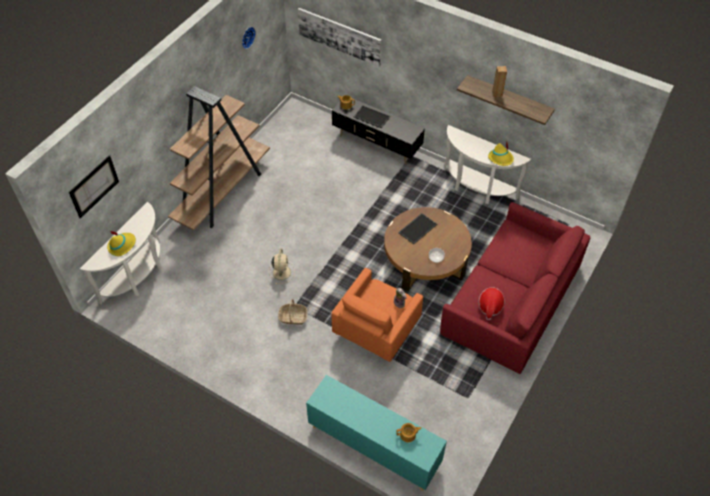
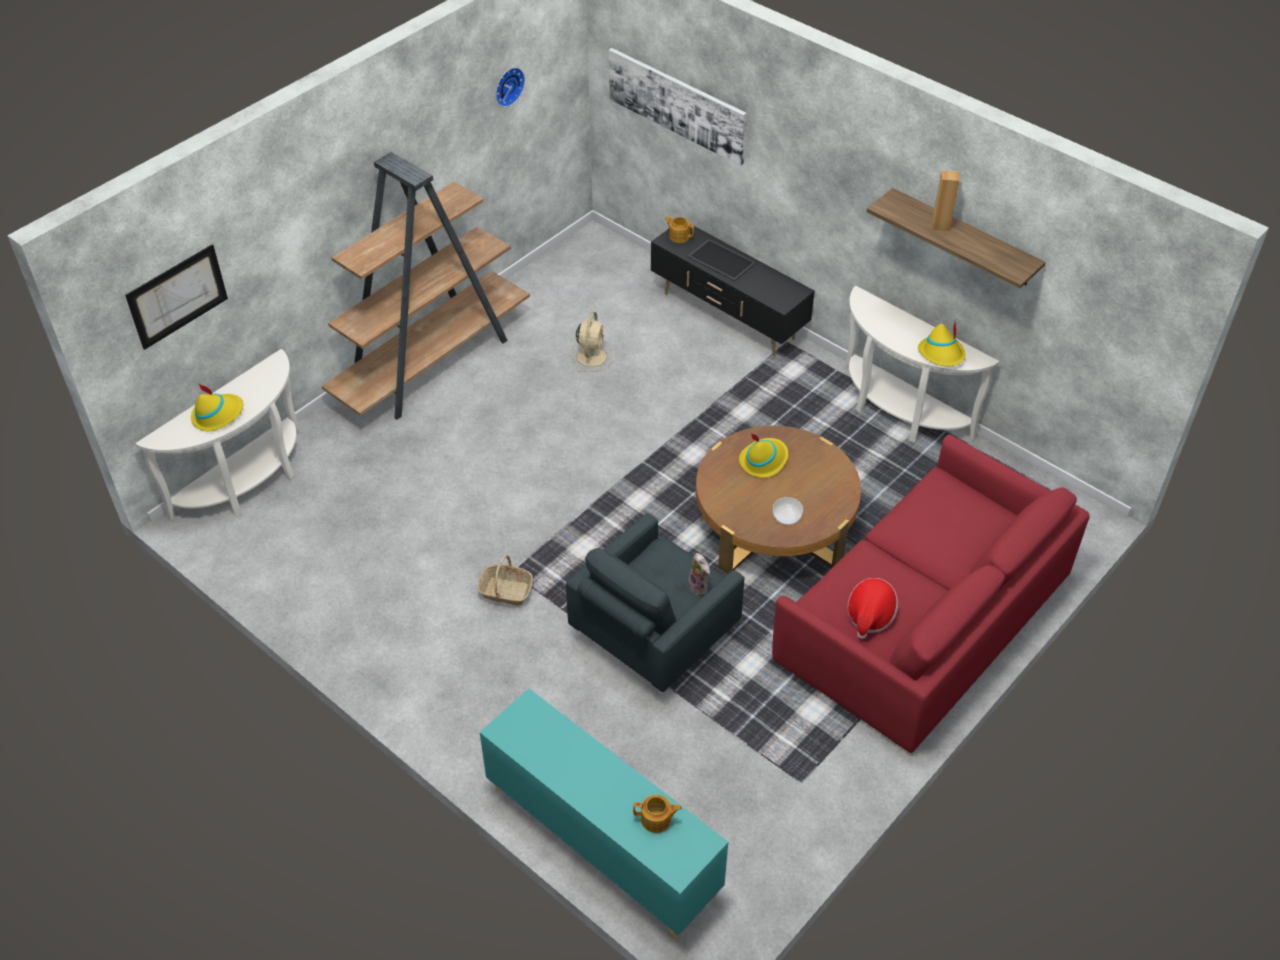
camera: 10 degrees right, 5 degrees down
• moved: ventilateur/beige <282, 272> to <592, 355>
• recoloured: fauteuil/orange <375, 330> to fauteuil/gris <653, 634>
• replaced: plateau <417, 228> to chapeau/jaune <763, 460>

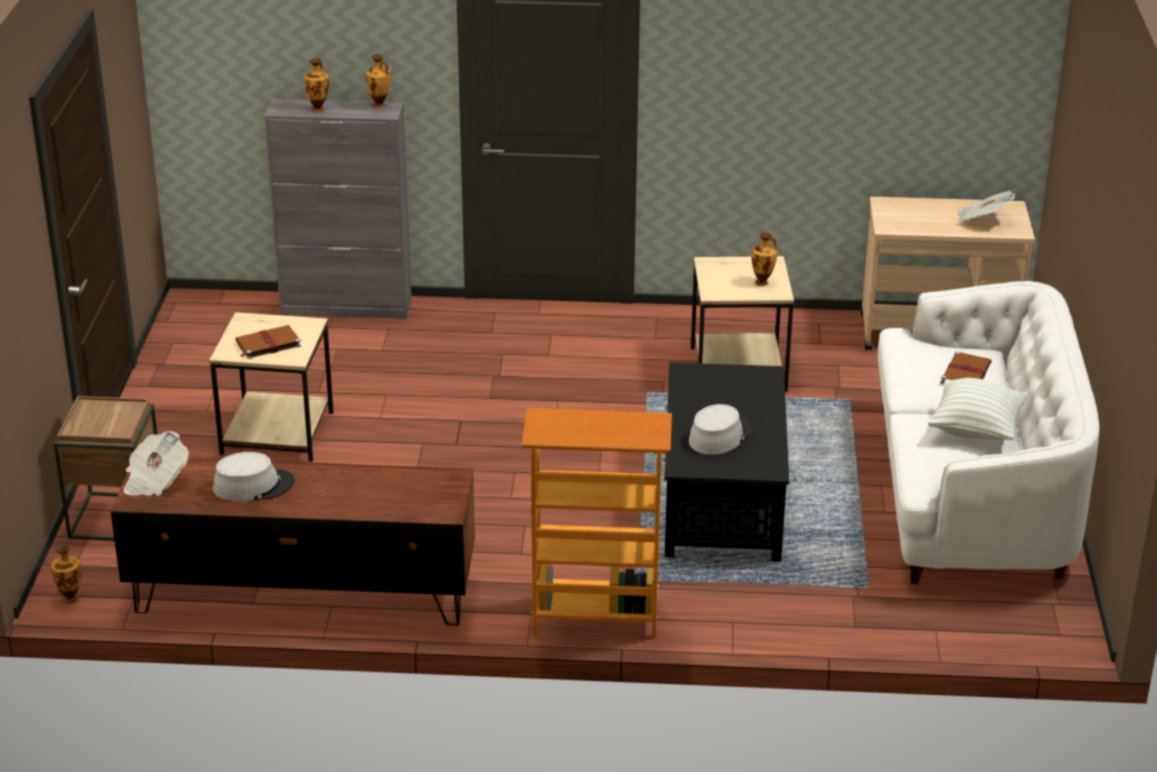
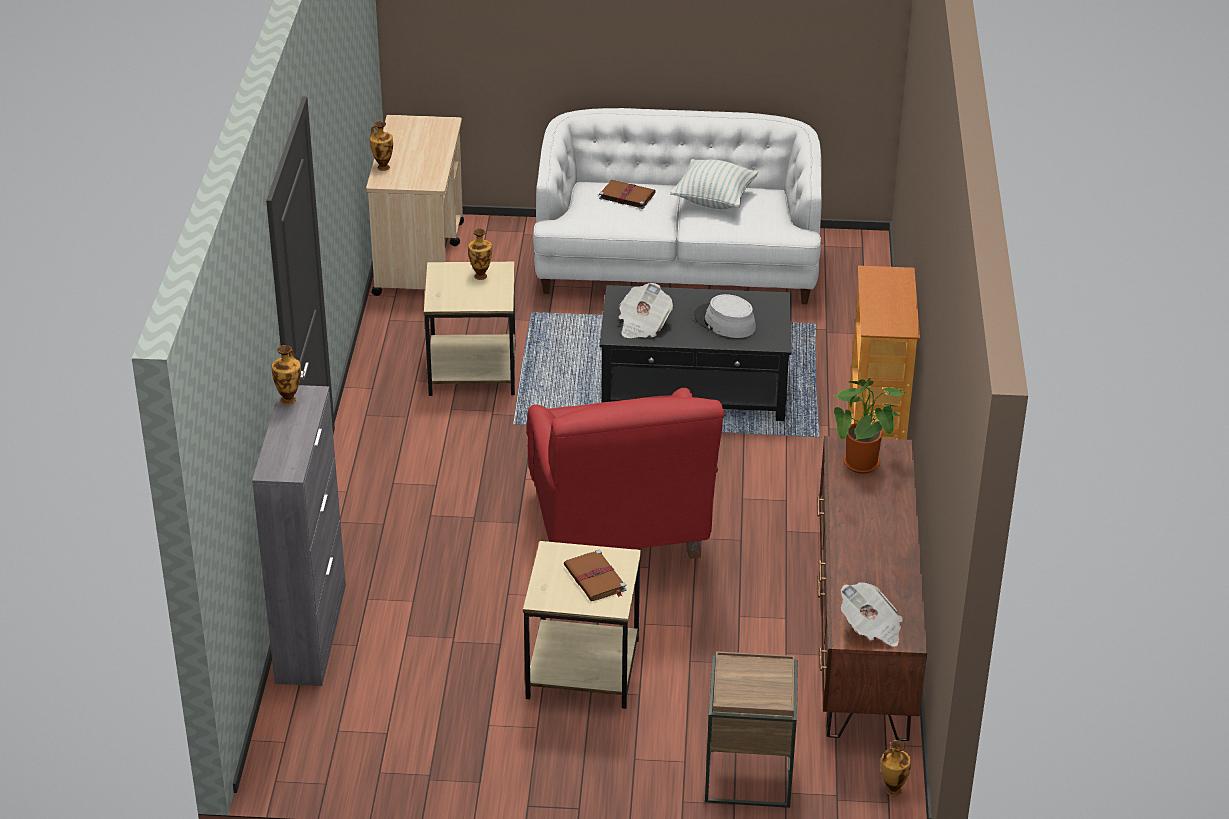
camera: 90 degrees left, 5 degrees up
• removed: chapeau/gris <253, 485>
• moved: vase <318, 109> to <382, 167>
• moved: journal <982, 219> to <643, 325>
• added: fauteuil/rouge <619, 532>
• added: plante en pot <863, 466>

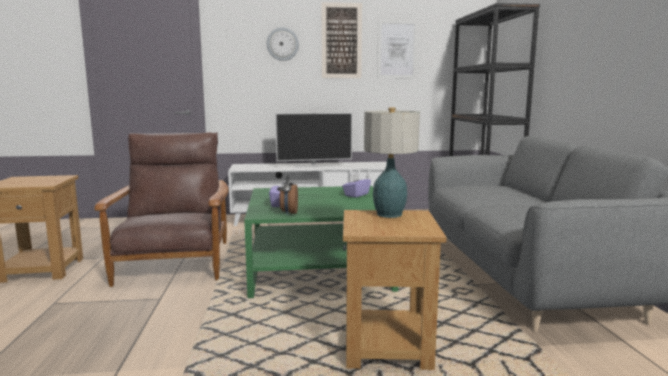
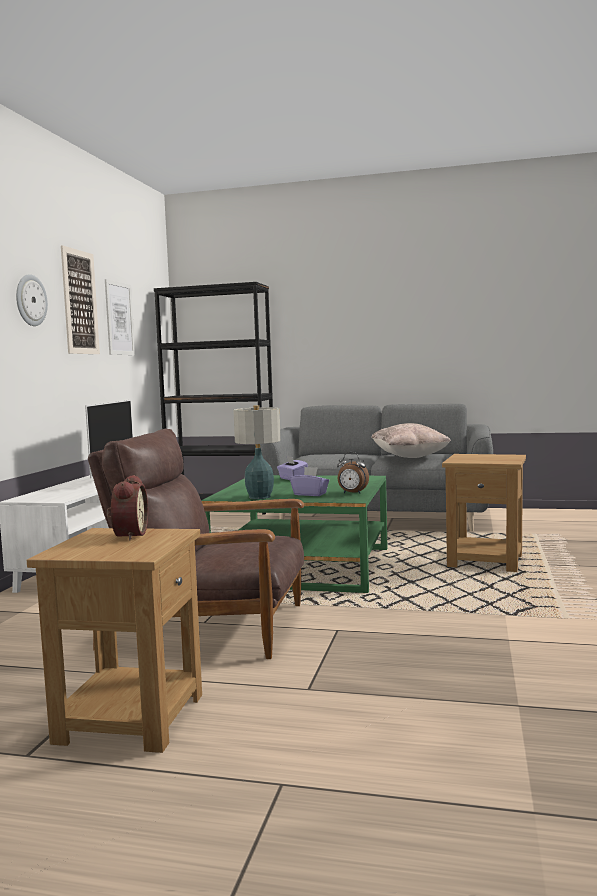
camera: 70 degrees left, 5 degrees down
• moved: lampe de table <389, 214> to <259, 497>
• added: réveil <128, 535>
• added: coussin/beige <409, 457>

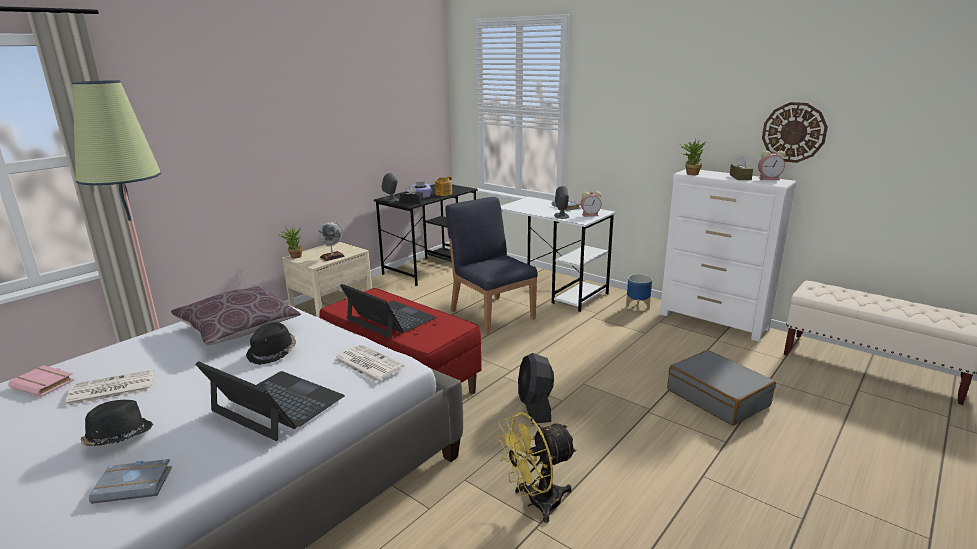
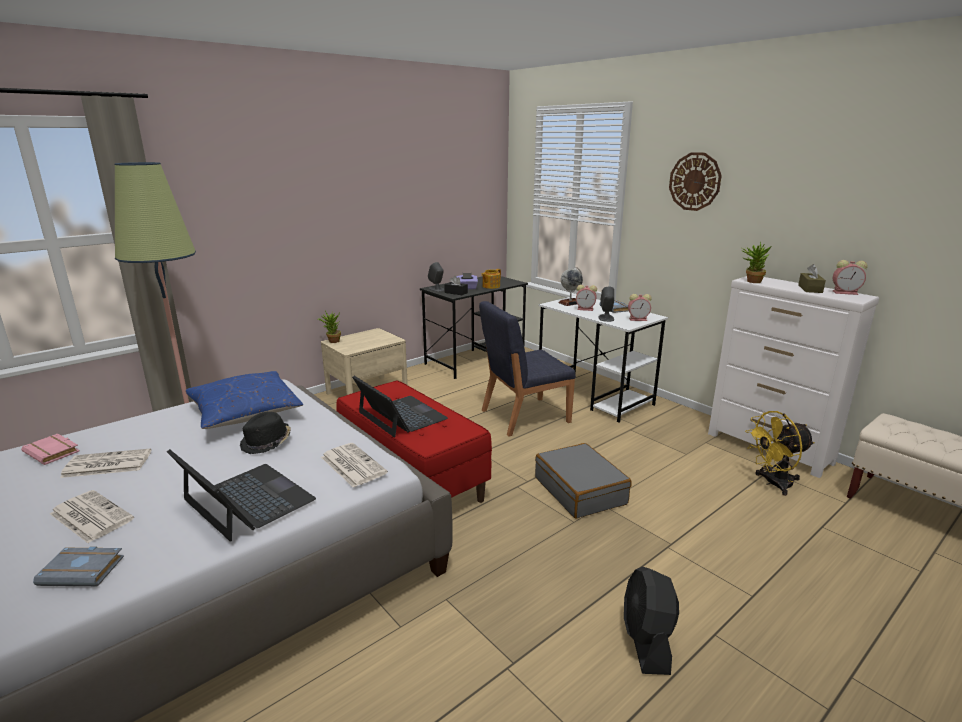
camera: 10 degrees right, 0 degrees up
• replaced: chapeau/noir <118, 437> to journal <90, 516>
• recoloured: coussin/marron <238, 328> to coussin/bleu <245, 413>
• moved: globe <332, 257> to <570, 303>
• turned: chaise/bleu <492, 314> = <524, 416> 90 degrees counterclockwise
• moved: ventilateur/jaune <536, 503> to <773, 483>
• moved: ventilateur/noir <535, 407> to <646, 641>
• removed: cache-pot <637, 307>
• moved: valise/gris <718, 397> to <580, 490>
• moved: horloge murale <794, 132> to <695, 181>
• added: réveil <586, 309>

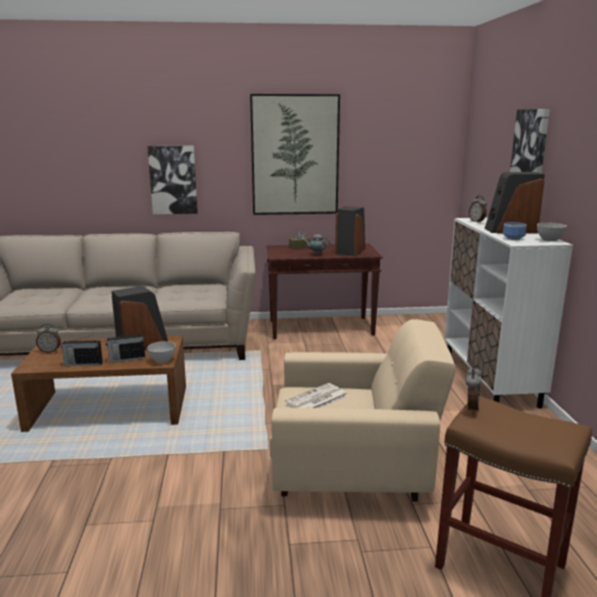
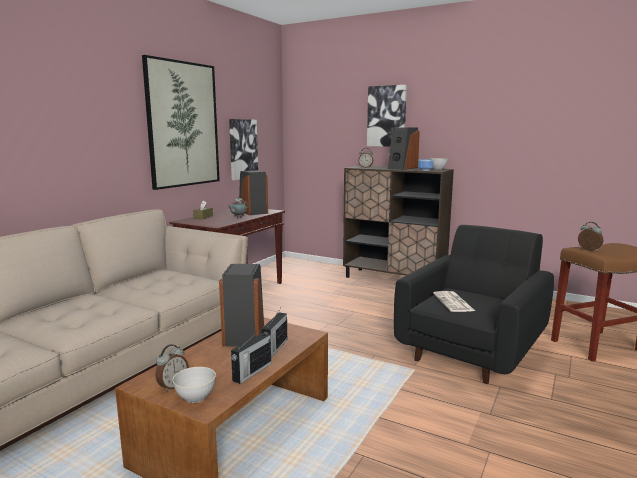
camera: 55 degrees left, 5 degrees down
• moved: tableau <173, 180> to <242, 149>
• moved: bol/gris <162, 360> to <195, 397>
• recoloured: fauteuil/beige <354, 471> to fauteuil/noir <472, 350>
• recoloured: meuble de rangement/blanc <490, 379> to meuble de rangement/marron <394, 279>

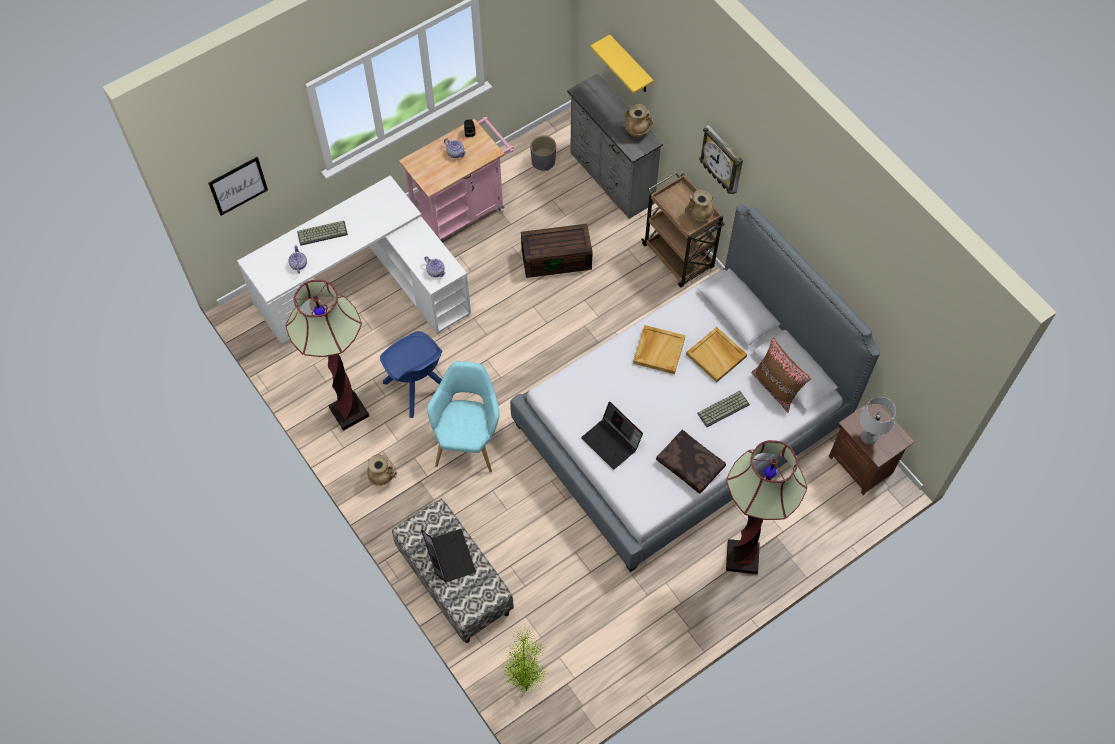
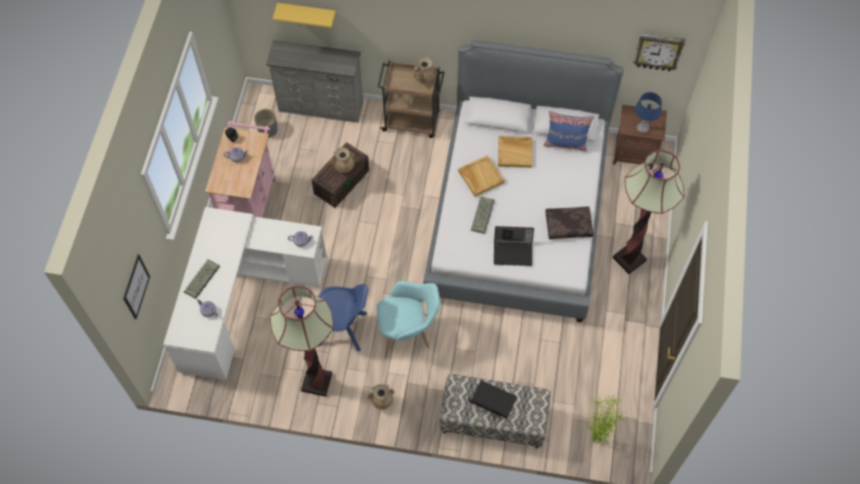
camera: 45 degrees left, 0 degrees up
• turned: fauteuil/turquoise <468, 440> = <408, 333> 120 degrees clockwise
• moved: vase/beige <636, 131> to <344, 168>
• moved: clavier <723, 408> to <482, 214>
• moved: horloge murale <722, 160> to <658, 51>
• recoloured: coussin/marron <776, 388> to coussin/bleu <566, 143>
• recoloured: lampe de table/gris <868, 437> to lampe de table/bleu <642, 128>

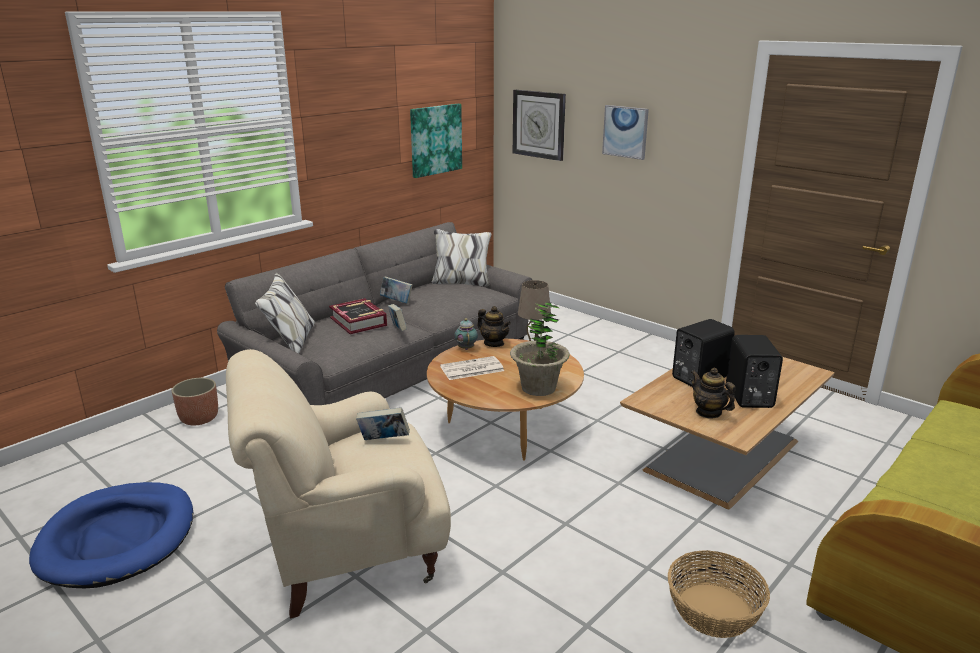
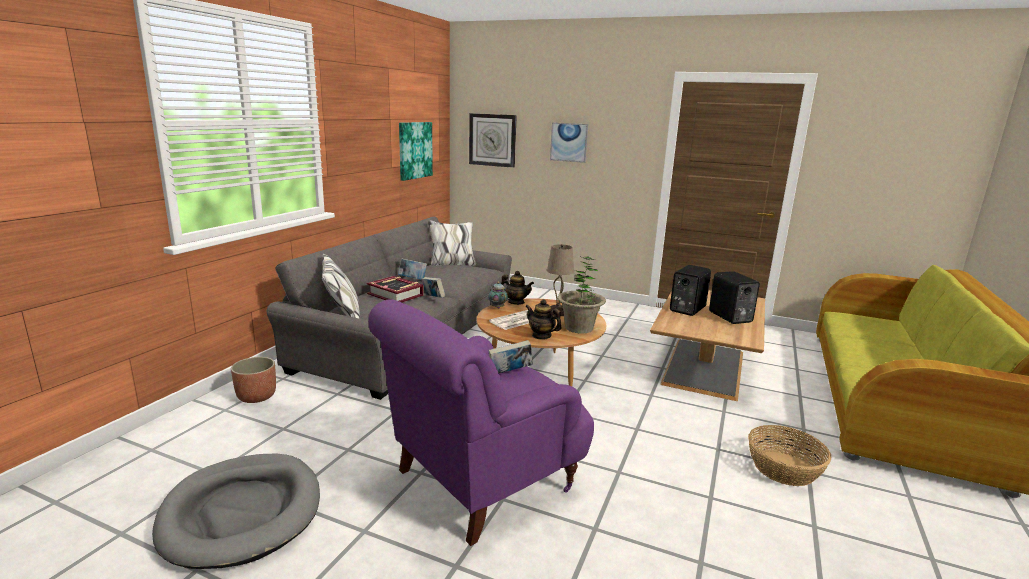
camera: 20 degrees left, 5 degrees down
• recoloured: panier pour chien/bleu <118, 538> to panier pour chien/gris <242, 513>
• recoloured: fauteuil/beige <347, 552> to fauteuil/violet <481, 481>
• moved: théière <708, 412> to <541, 336>

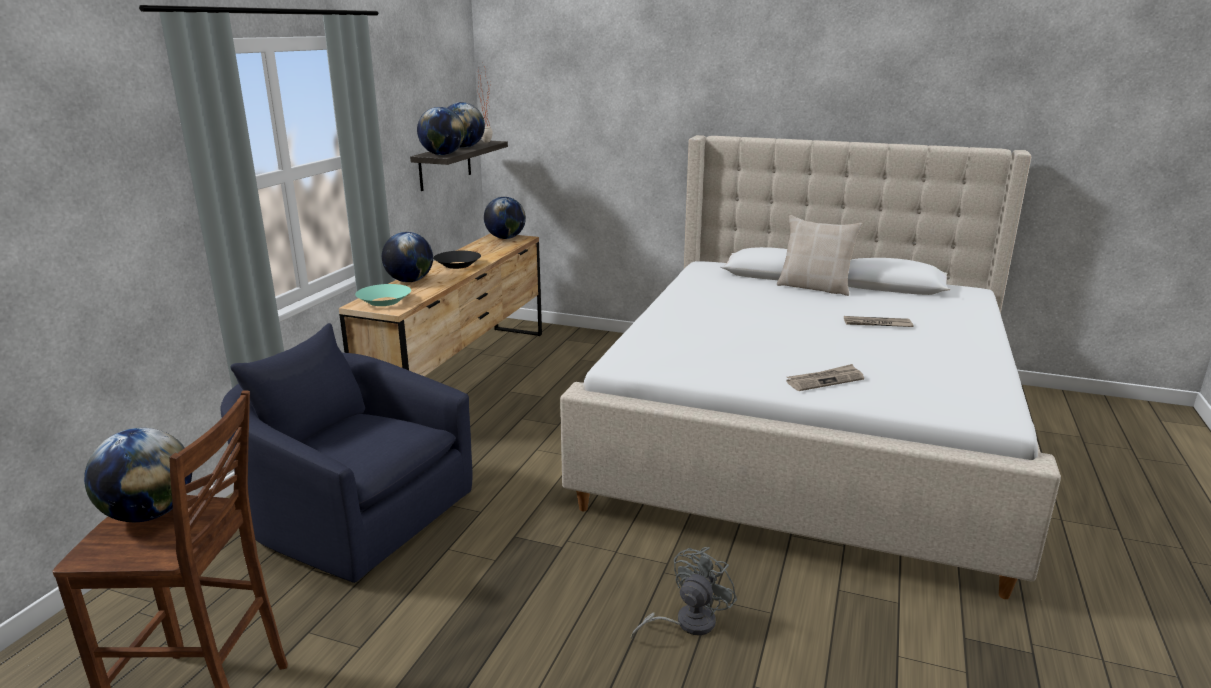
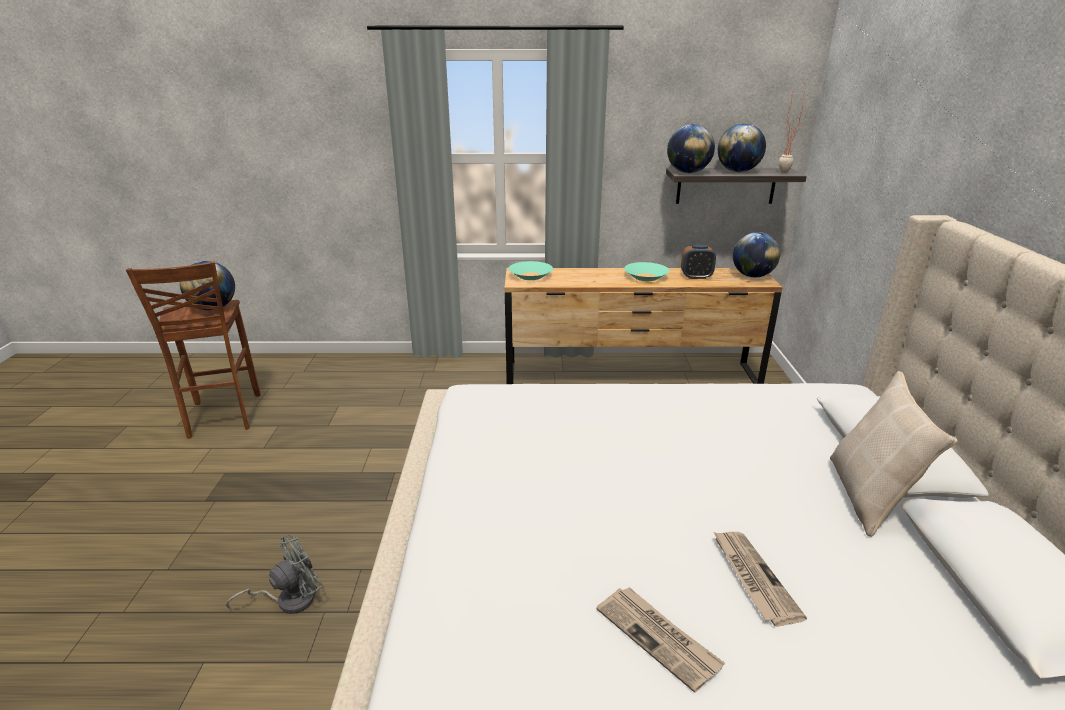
camera: 70 degrees right, 5 degrees up
• removed: fauteuil/bleu <354, 514>
• removed: globe <409, 281>
• recoloured: bol/noir <457, 265> to bol/turquoise <645, 277>
• turned: ventilateur/gris <687, 623> = <289, 599> 60 degrees counterclockwise
• moved: journal <825, 380> to <658, 638>
• added: réveil <696, 277>

